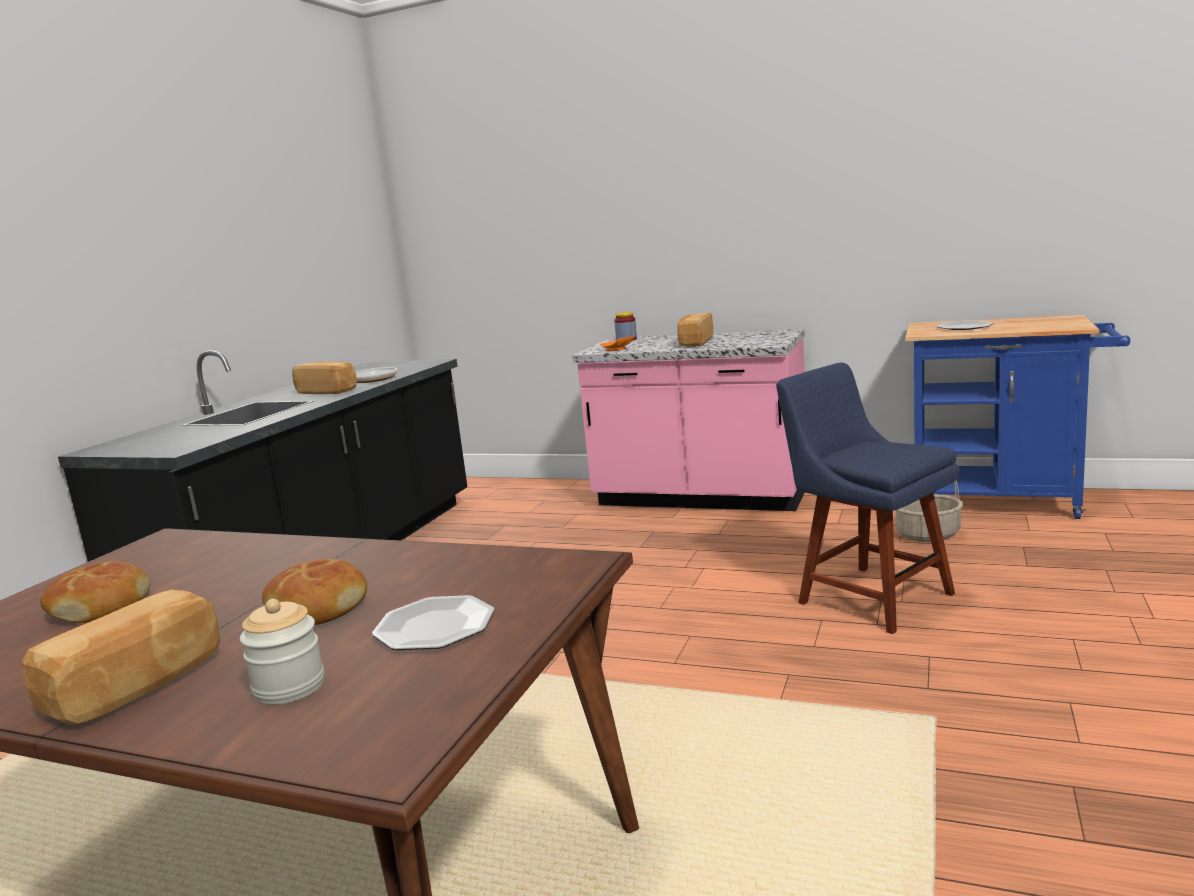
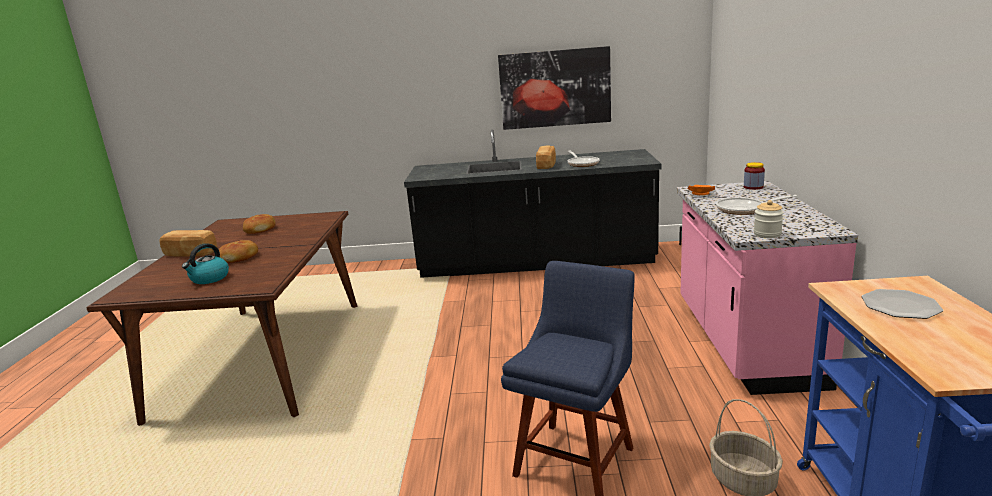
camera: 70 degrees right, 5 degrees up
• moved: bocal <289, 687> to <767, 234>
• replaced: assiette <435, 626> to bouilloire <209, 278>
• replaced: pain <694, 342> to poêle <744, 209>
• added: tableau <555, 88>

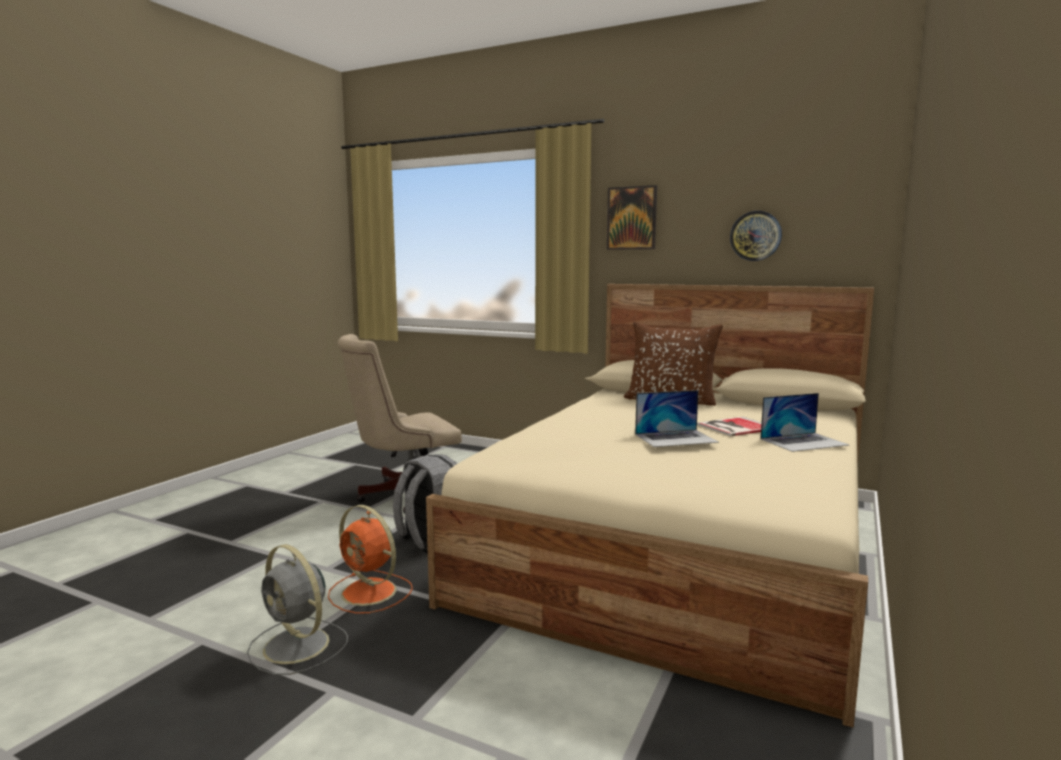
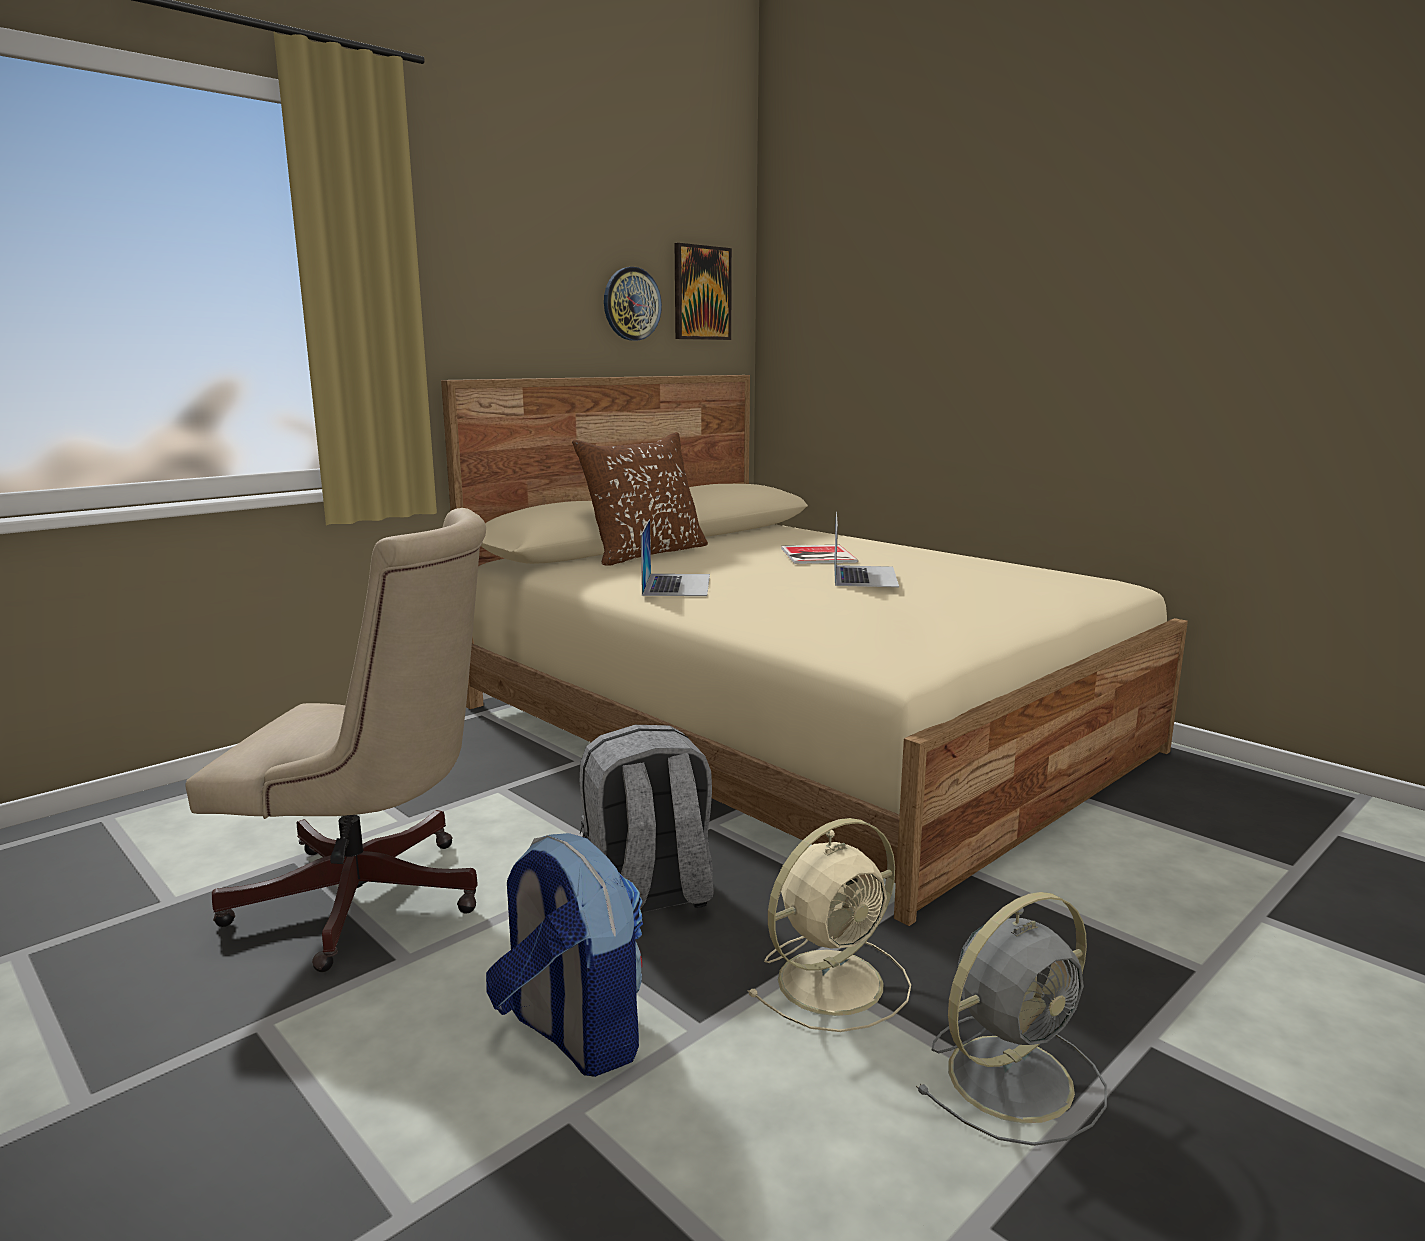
camera: 70 degrees left, 5 degrees up
• recoloured: ventilateur/orange <370, 593> to ventilateur/beige <834, 980>
• turned: chaise de bureau/beige <404, 495> = <373, 901> 75 degrees counterclockwise
• moved: tableau <632, 218> to <701, 293>
• moved: ordinateur portable <804, 442> to <676, 584>
• added: sac à dos <572, 1033>

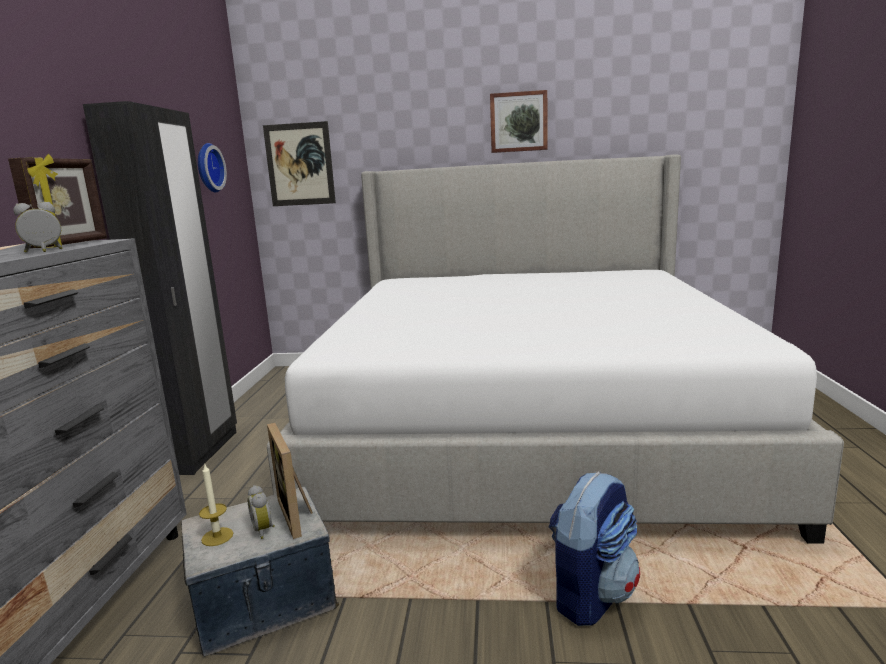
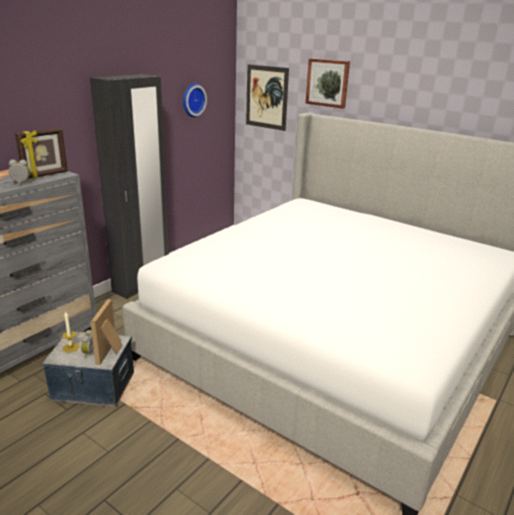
camera: 30 degrees right, 10 degrees up
• moved: tableau <518, 122> to <327, 83>
• removed: sac à dos <591, 594>

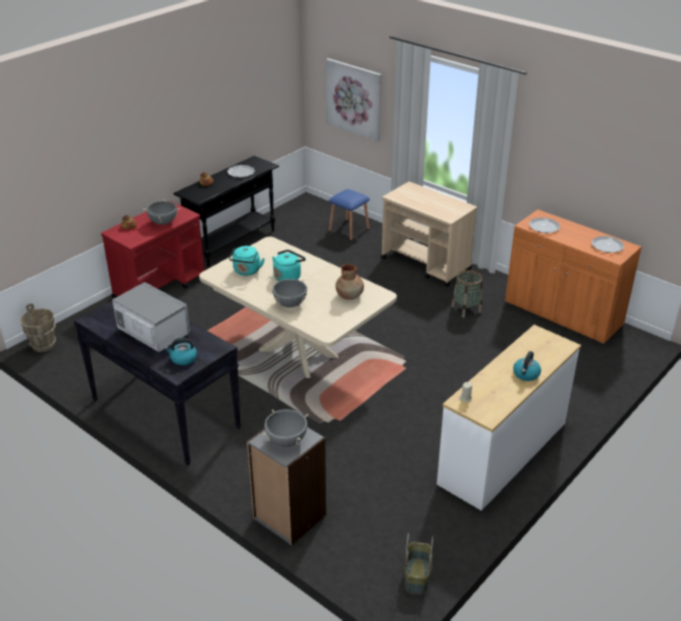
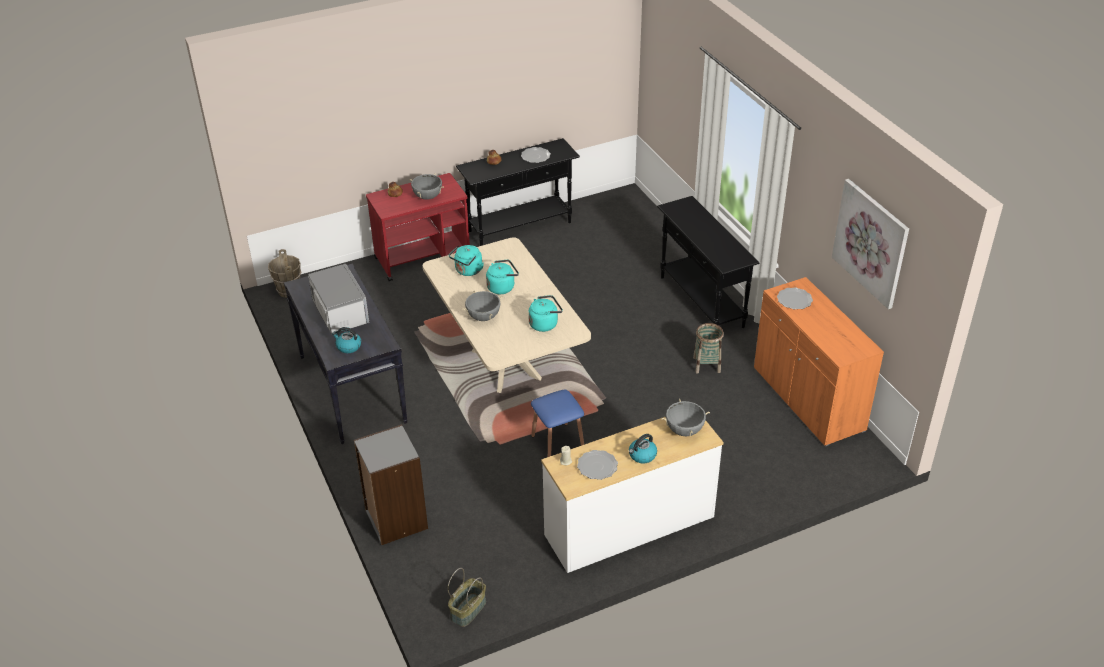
camera: 25 degrees right, 5 degrees up
• moved: marmite/gris <286, 441> to <684, 430>
• moved: tableau <354, 99> to <870, 243>
• moved: tabouret/bleu <349, 230> to <557, 442>
• replaced: vase/marron <350, 296> to bouilloire/turquoise <545, 324>
• replaced: chariot/beige <426, 264> to table console/noir <701, 302>
• moved: assiette <607, 246> to <597, 466>

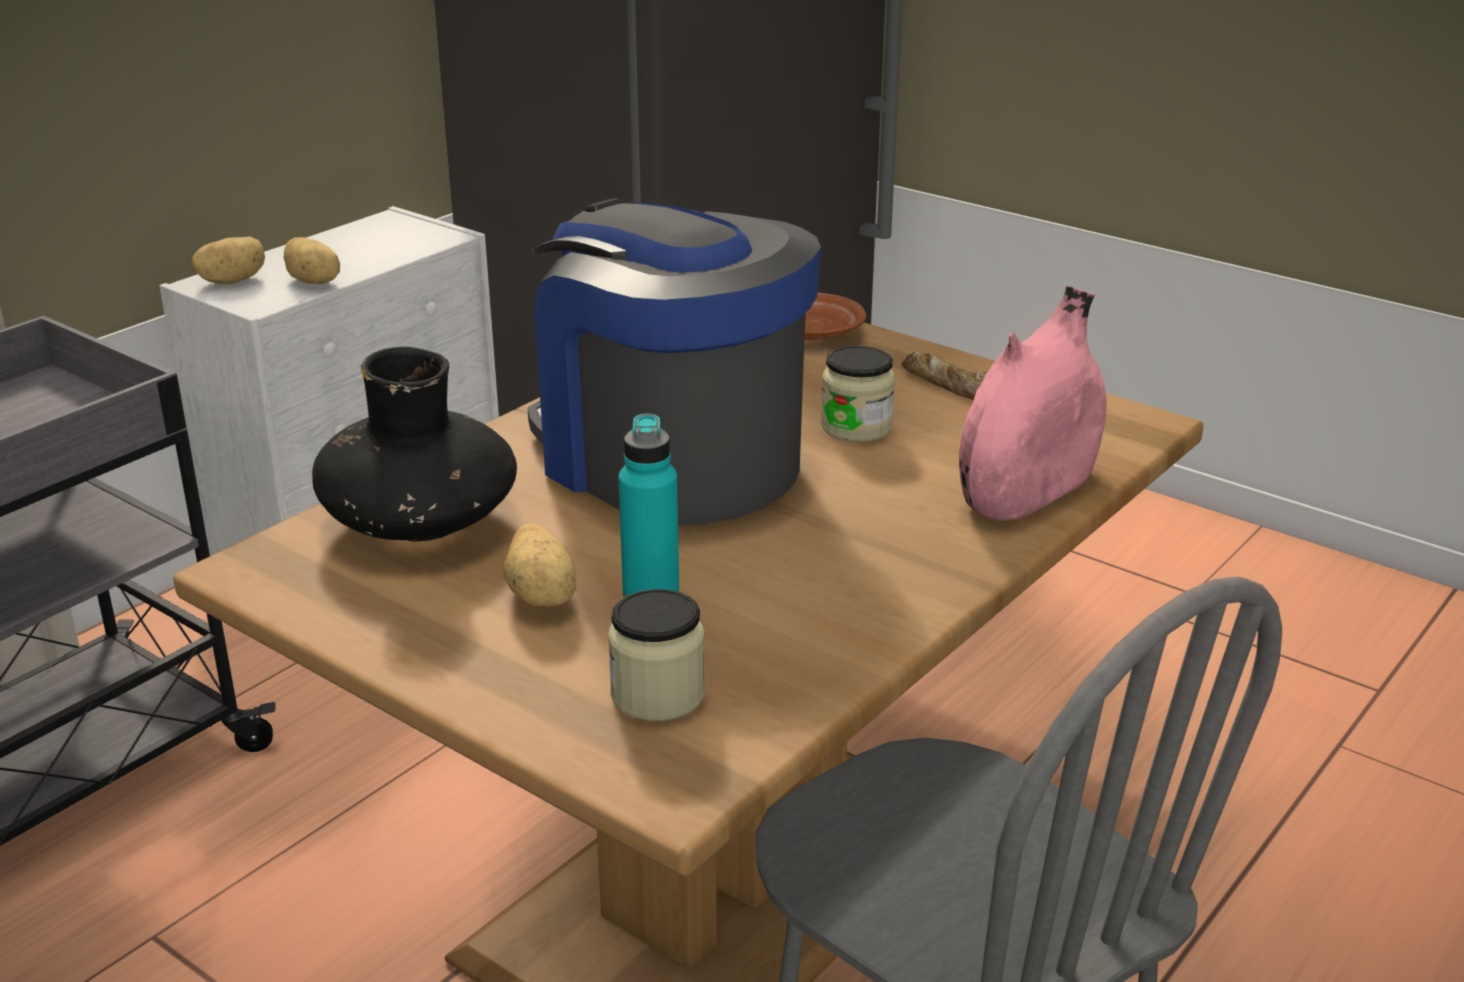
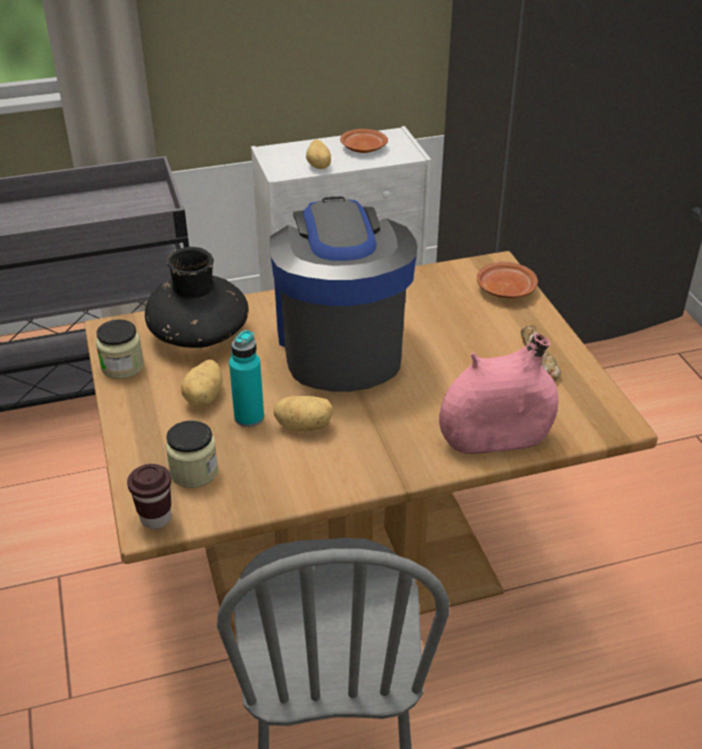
camera: 35 degrees right, 10 degrees up
• moved: pomme de terre <232, 281> to <304, 426>
• moved: bocal <856, 427> to <122, 366>
• added: tasse/marron <156, 518>
• added: assiette/marron <363, 148>

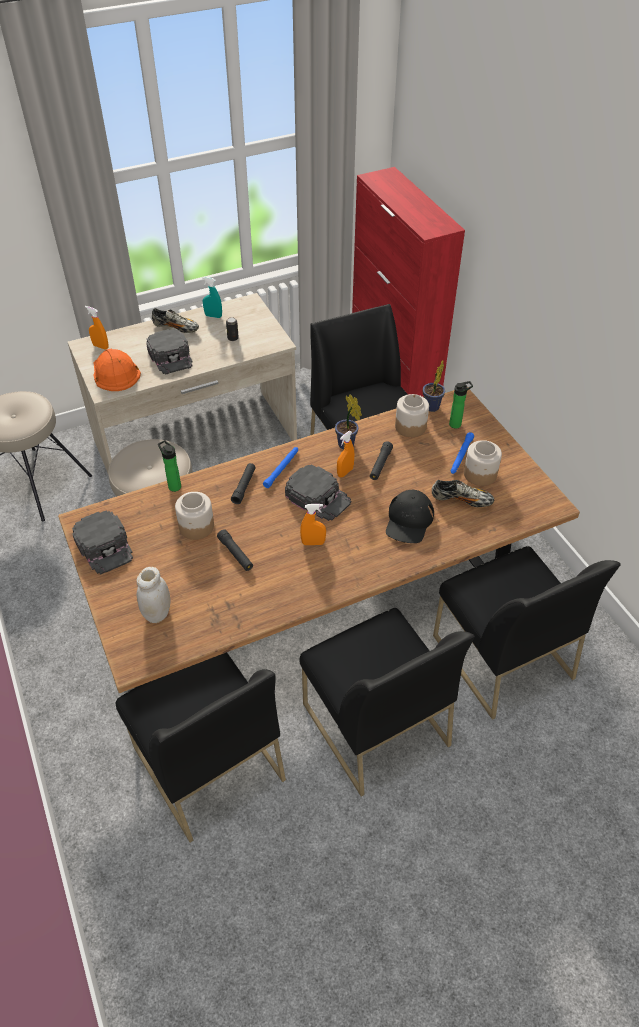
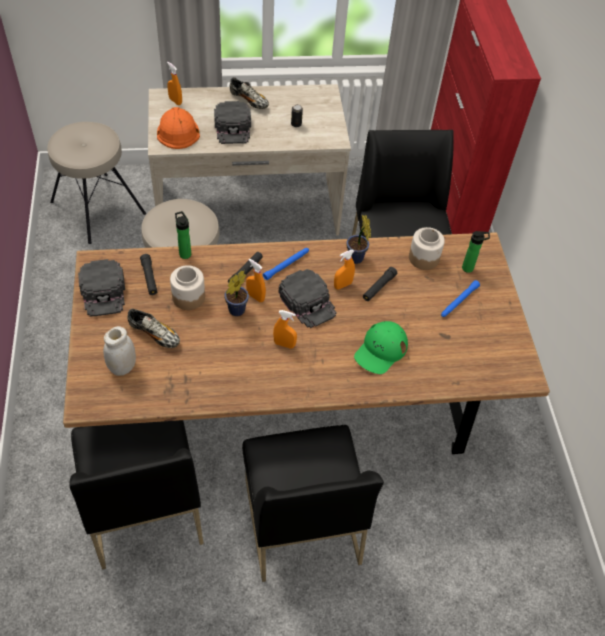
camera: 15 degrees right, 5 degrees up
• removed: vaporisateur/turquoise <213, 316>
• moved: lampe de poche/noir <235, 554> to <149, 278>
• recoloured: casquette/noir <409, 521> to casquette/vert <381, 350>
• moved: plante en pot <430, 408> to <235, 311>
• moved: chaussure <461, 500> to <154, 334>
• removed: chaise/noir <501, 656>
• removed: bocal <479, 474>
• added: vaporisateur/orange <255, 297>

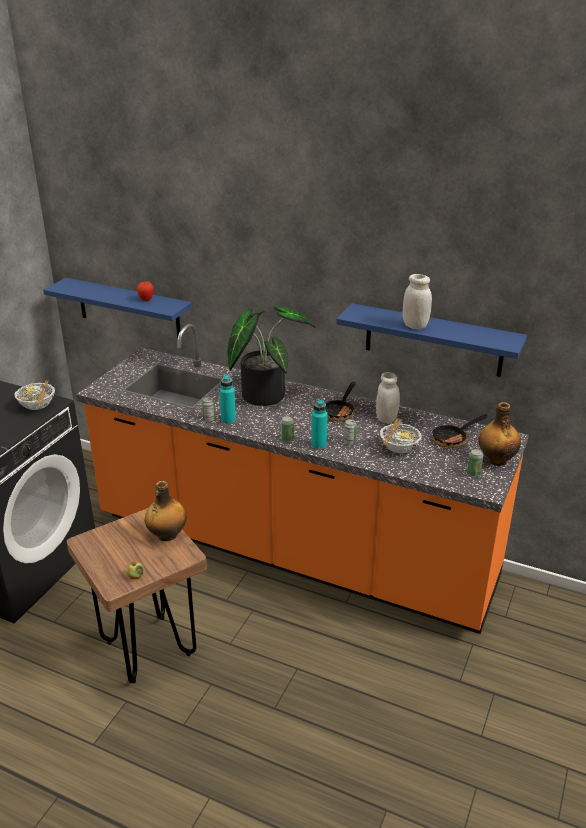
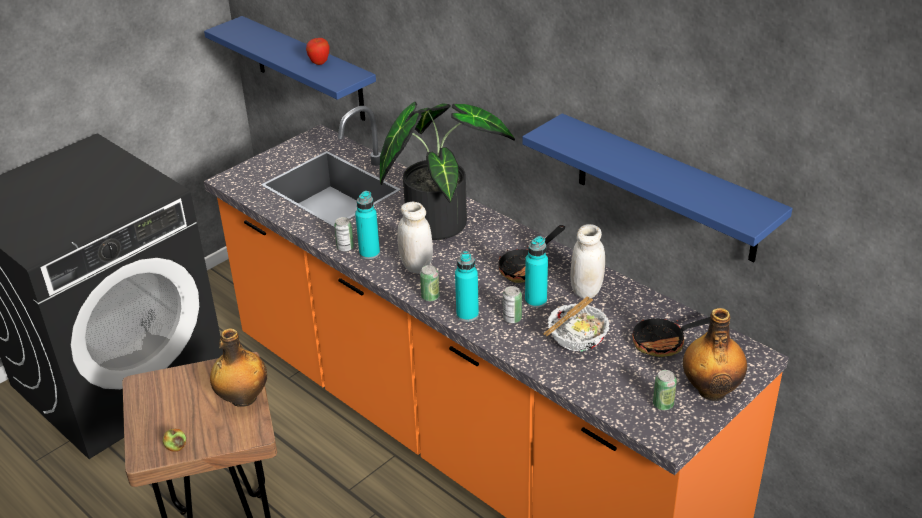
camera: 20 degrees right, 5 degrees up
• removed: bol <38, 406>
• moved: bocal/blanc <415, 326> to <416, 266>
• added: bouteille/turquoise <536, 301>

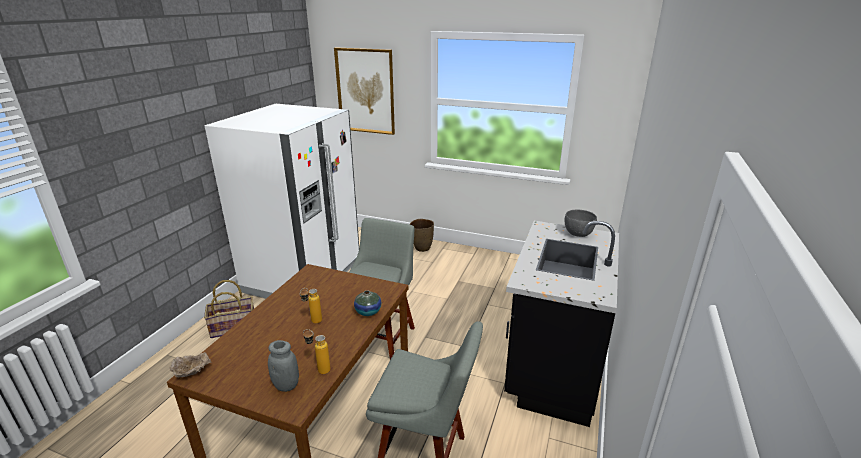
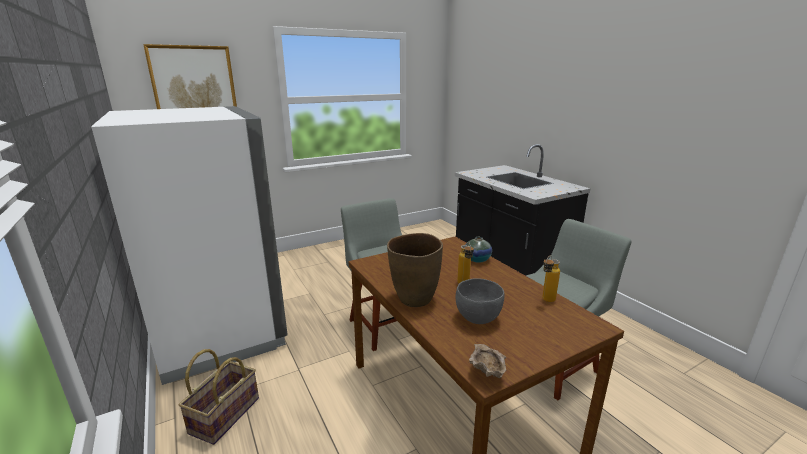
camera: 50 degrees left, 5 degrees down
• removed: bocal/gris <286, 385>
• moved: vase/marron <422, 248> to <414, 299>
• moved: bol/gris <577, 234> to <477, 318>

